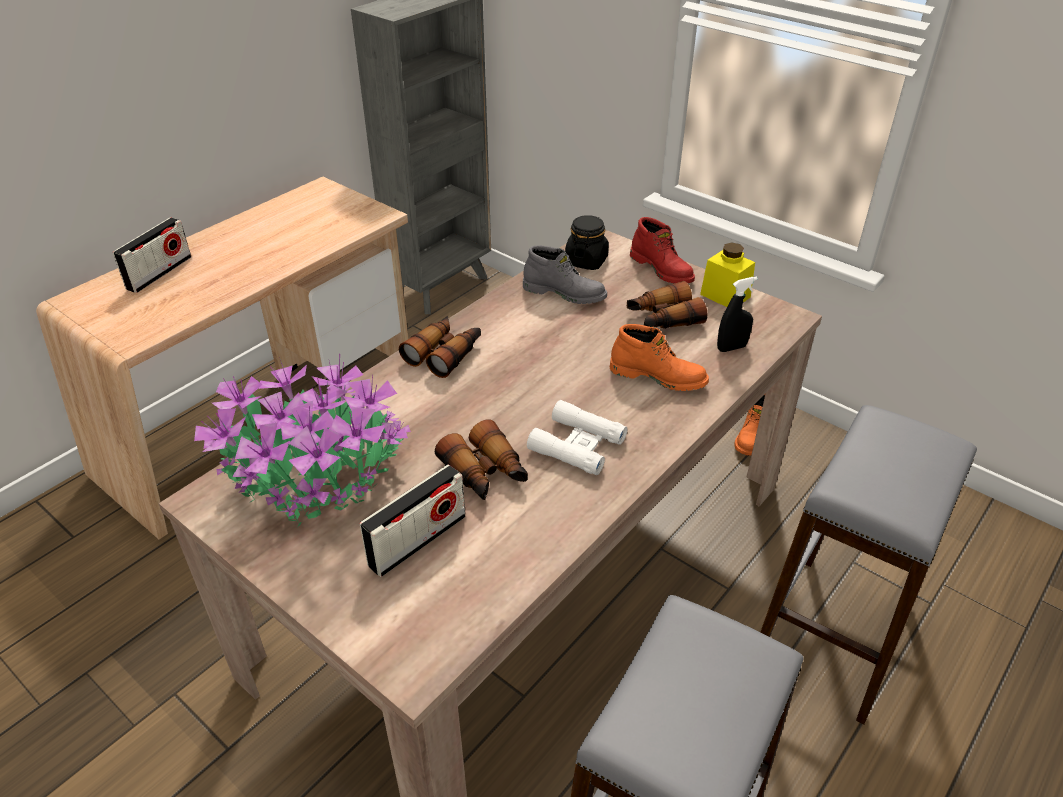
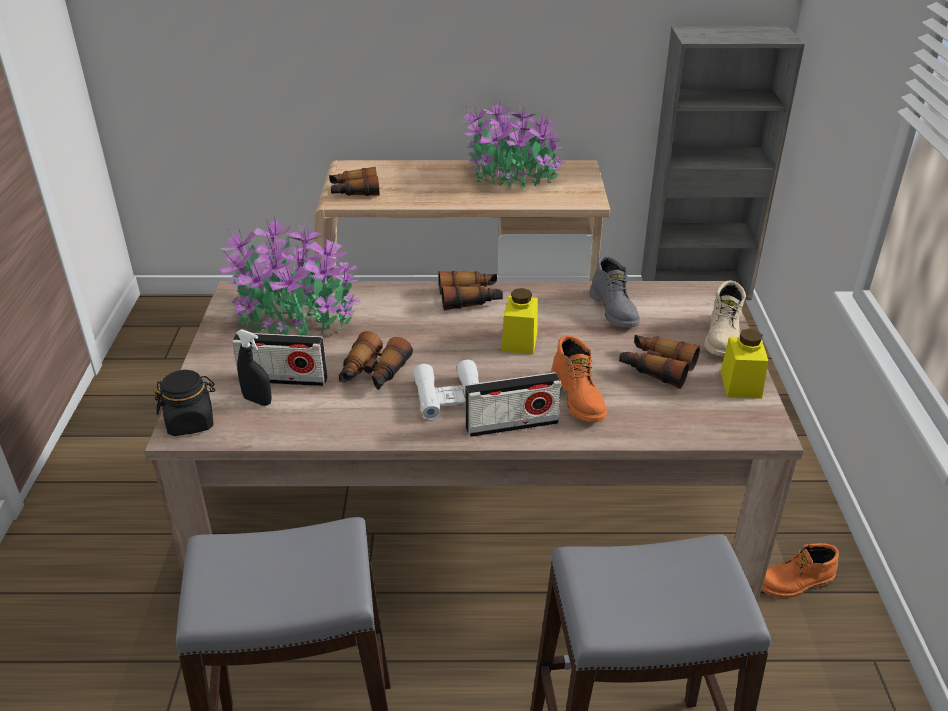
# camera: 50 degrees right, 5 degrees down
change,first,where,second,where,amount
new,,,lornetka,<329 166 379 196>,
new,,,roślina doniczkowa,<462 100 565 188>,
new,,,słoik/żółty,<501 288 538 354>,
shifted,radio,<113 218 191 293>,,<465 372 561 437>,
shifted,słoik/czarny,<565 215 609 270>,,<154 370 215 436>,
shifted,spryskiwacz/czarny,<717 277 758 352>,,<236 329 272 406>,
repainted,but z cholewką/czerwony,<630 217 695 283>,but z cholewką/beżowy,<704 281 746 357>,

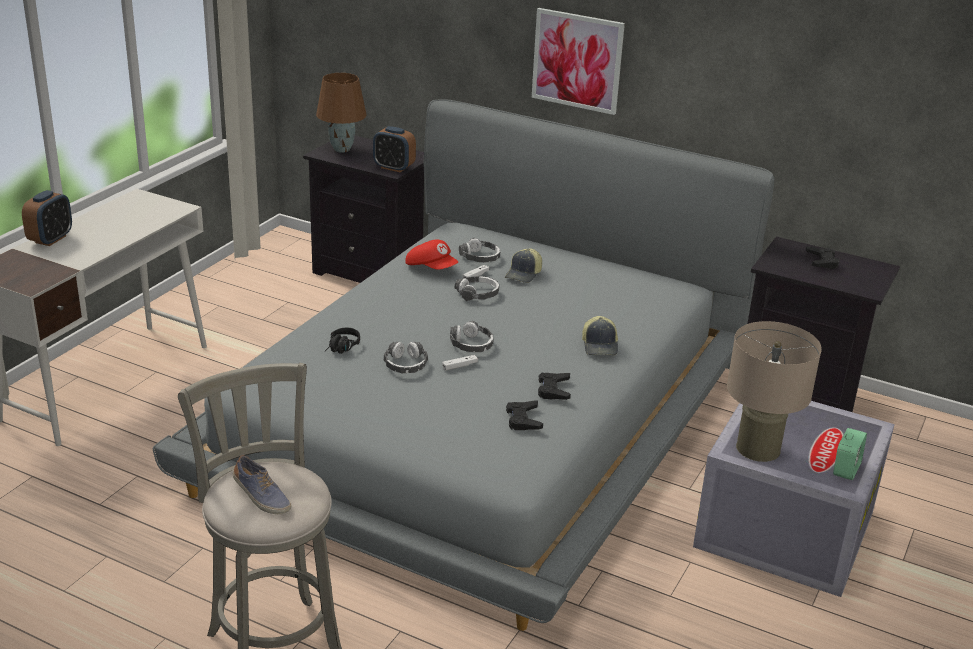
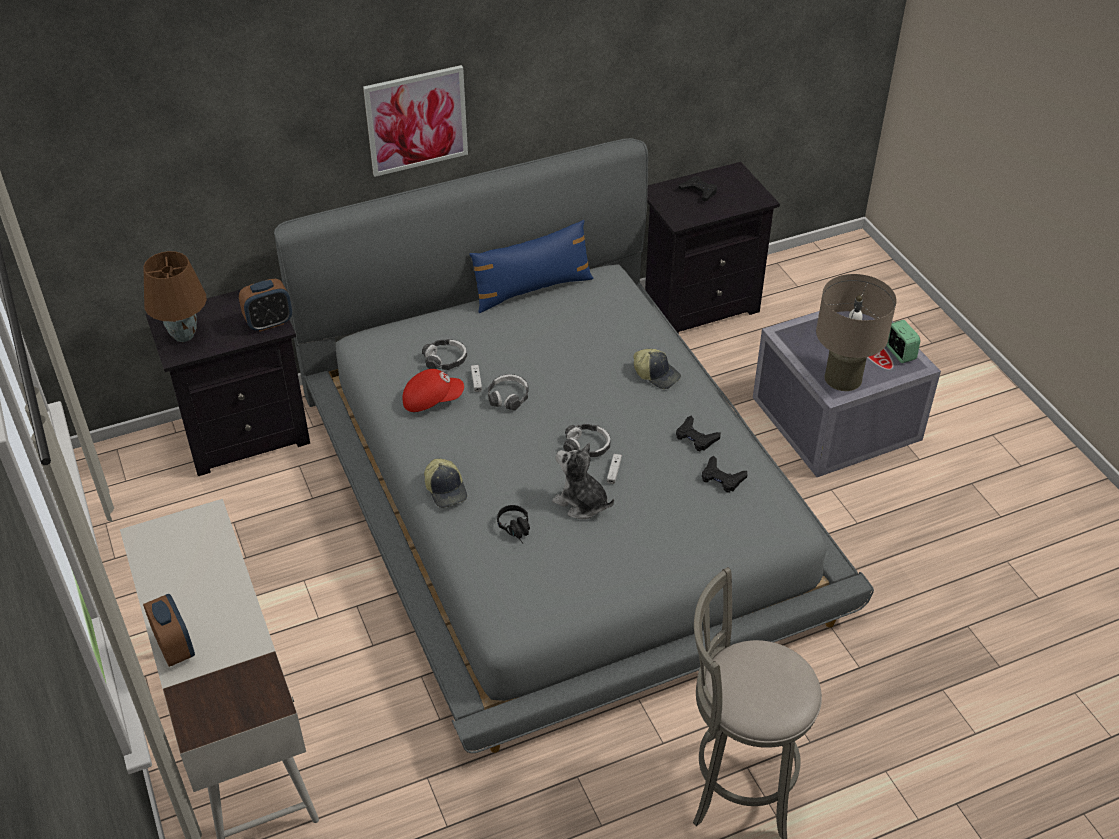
# camera: 50 degrees left, 15 degrees up
change,first,where,second,where,amount
gone,but,<233 455 292 514>,,,
new,,,poduszka/niebieski,<470 220 593 313>,
shifted,czapka z daszkiem,<505 249 542 283>,,<424 459 467 508>,
swapped,słuchawki,<384 342 428 373>,pluszak,<552 443 614 519>,

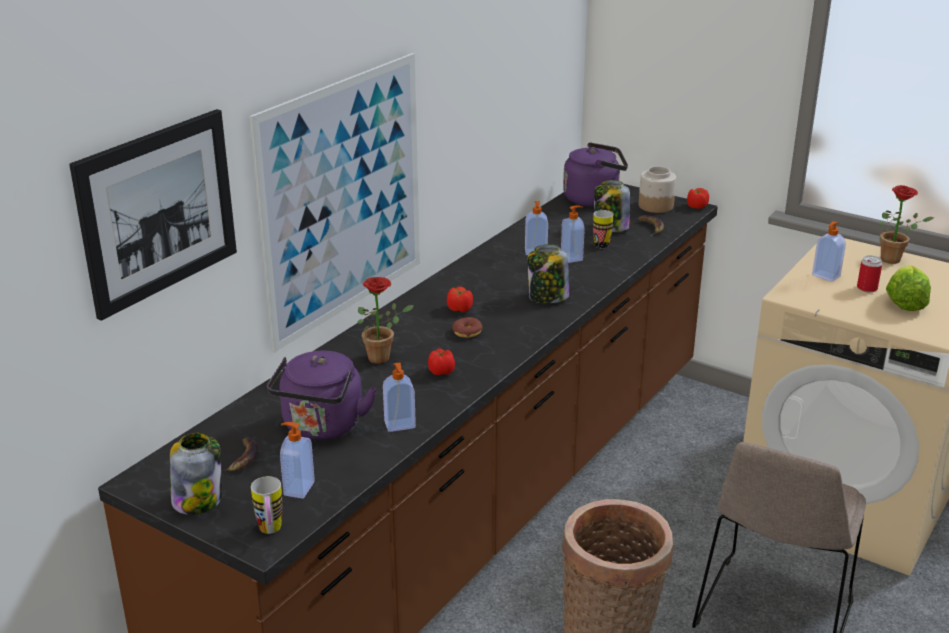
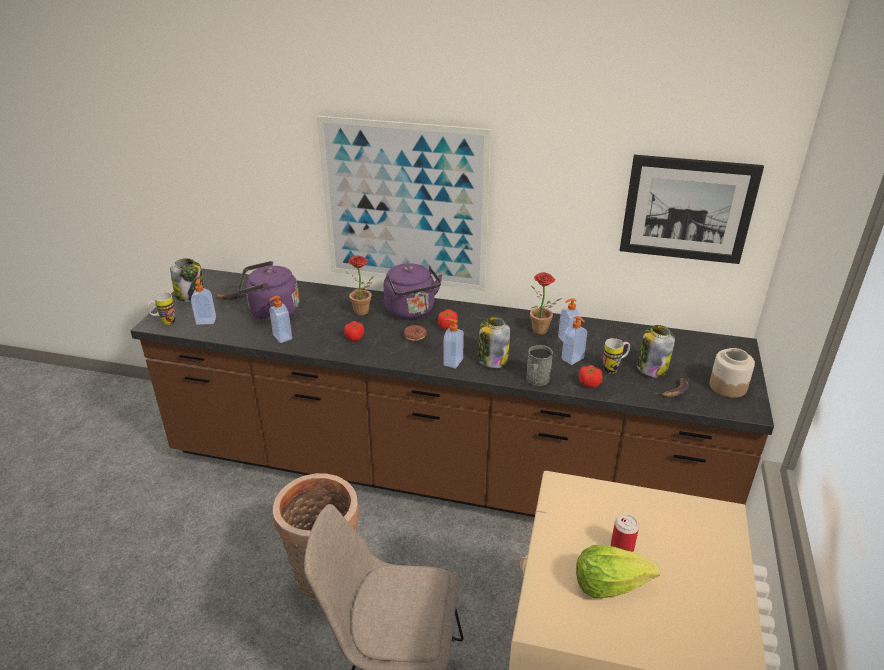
# camera: 70 degrees right, 5 degrees up
change,first,where,second,where,amount
new,,,kubek/szary,<526 345 553 386>,
shifted,obraz,<69 109 237 321>,,<620 155 764 264>,
shifted,czajnik/fioletowy,<563 142 628 206>,,<384 263 443 319>,
shifted,pomidor,<687 188 709 209>,,<579 365 603 388>,
shifted,dozownik mydła,<812 221 846 282>,,<443 319 464 369>,
shifted,roślina doniczkowa,<879 185 934 264>,,<530 272 562 335>,

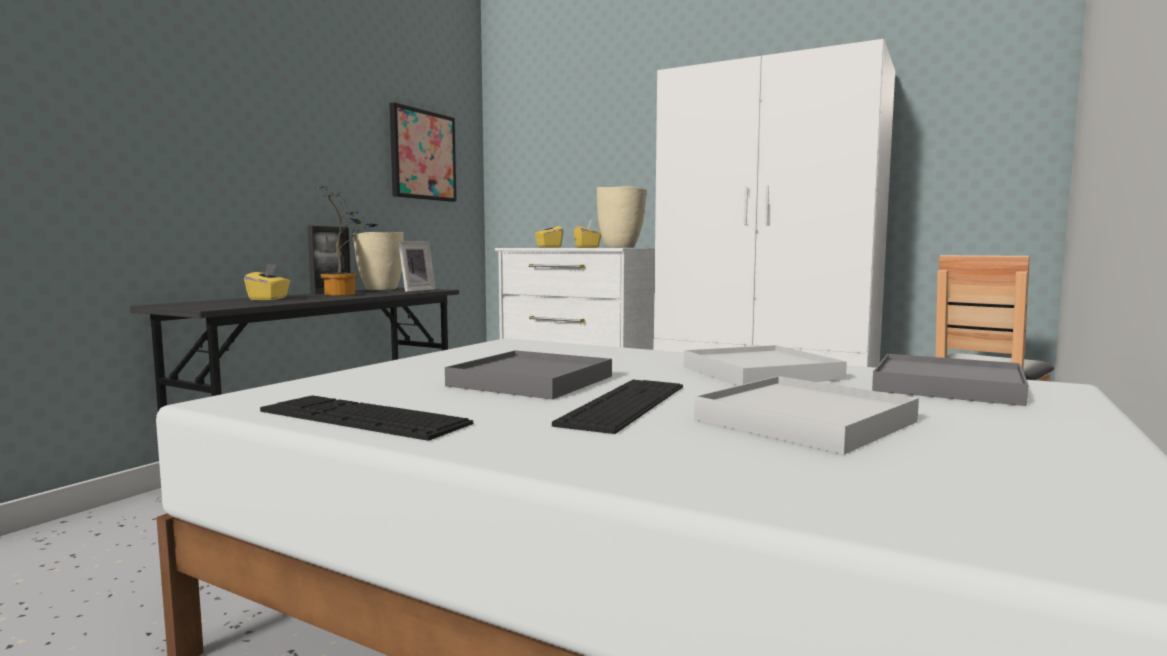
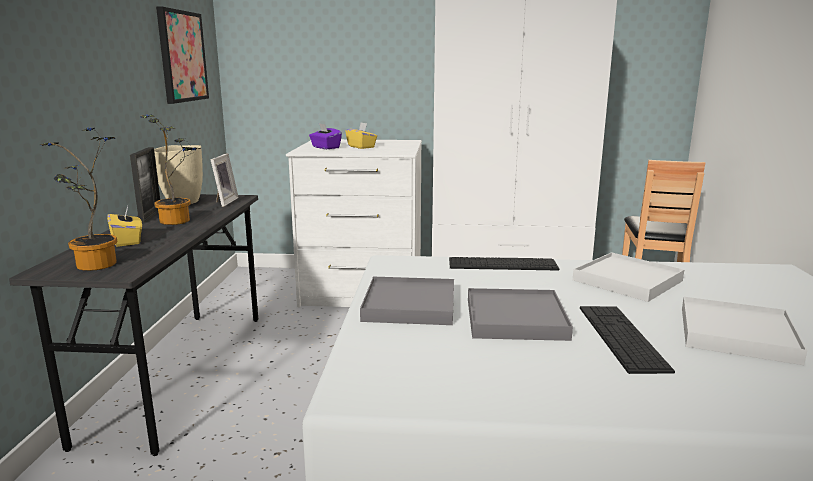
# camera: 25 degrees left, 10 degrees up
change,first,where,second,where,amount
gone,wazon/beżowy,<597 186 647 248>,,,
new,,,roślina doniczkowa,<40 128 118 271>,
shifted,klawiatura,<260 395 473 441>,,<449 257 559 271>,
shifted,taca/szary,<872 354 1028 406>,,<360 277 454 325>,
repainted,pudełko chusteczek/żółty,<535 220 563 248>,pudełko chusteczek/fioletowy,<309 123 342 149>,

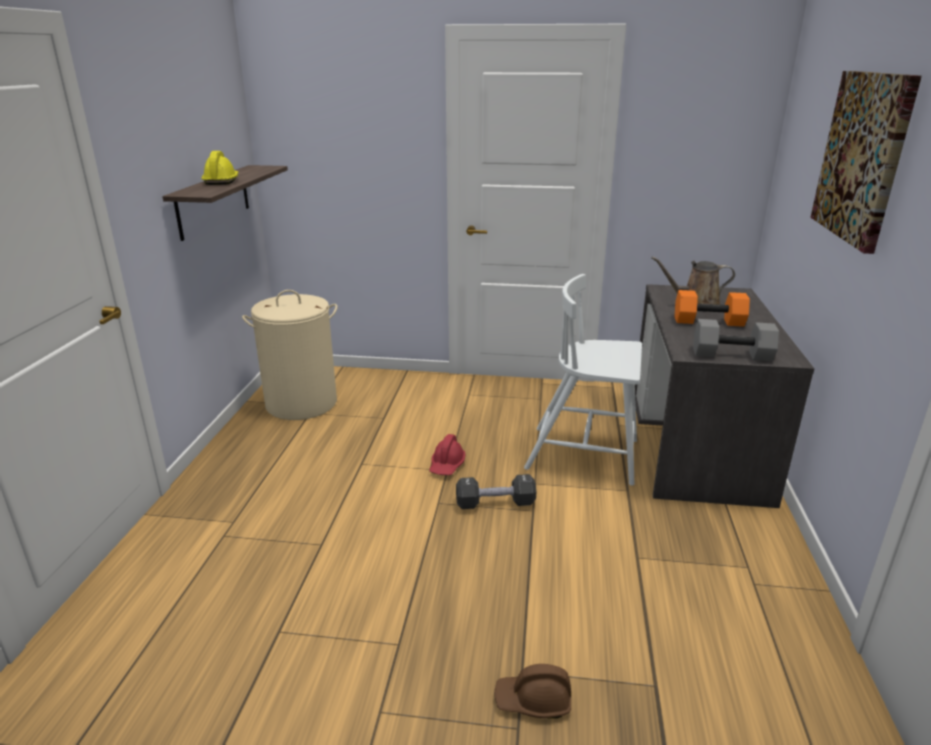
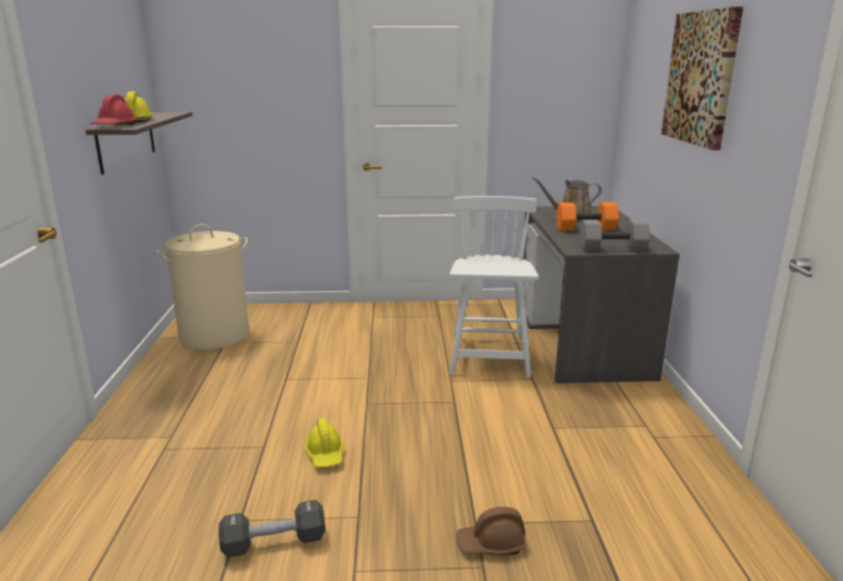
# camera: 10 degrees left, 5 degrees down
change,first,where,second,where,amount
new,,,kask/żółty,<305 418 344 467>,
shifted,kask/czerwony,<429 434 465 475>,,<90 94 138 125>,
shifted,hantel/czarny,<456 474 536 509>,,<219 500 326 558>,
rotated,krzesło/biały,<524 274 642 486>,,<449 196 539 378>,90 degrees clockwise

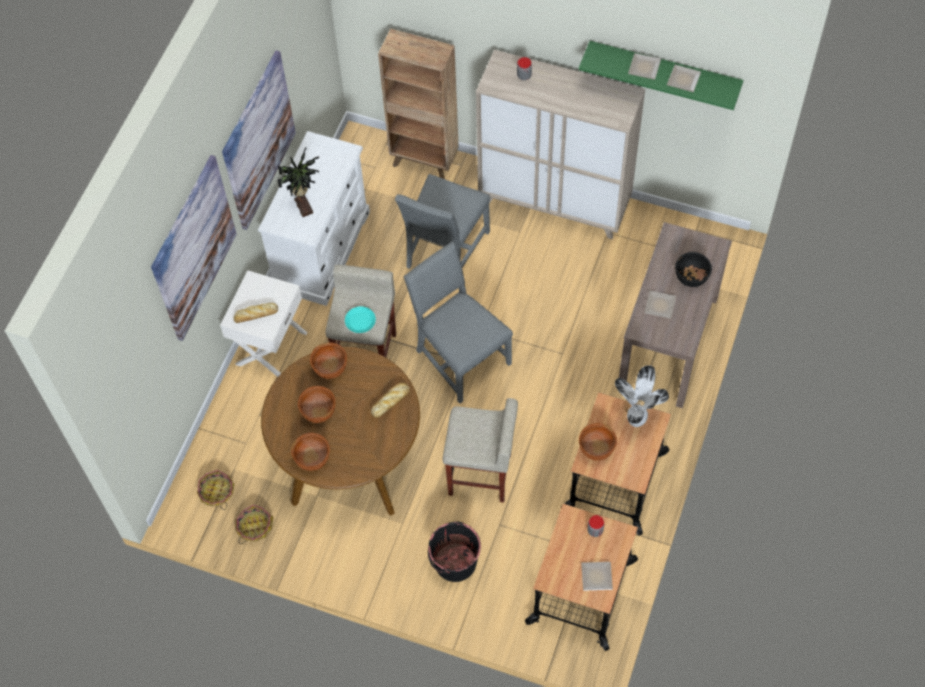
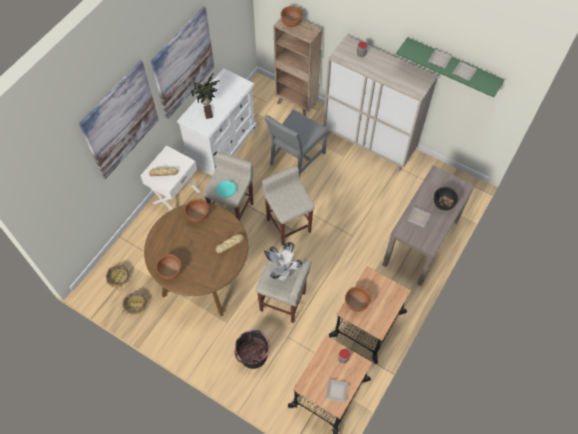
# camera: 10 degrees right, 0 degrees up
change,first,where,second,where,amount
shifted,miska/brązowy,<298 386 335 423>,,<281 6 303 27>,
shifted,roślina doniczkowa,<615 365 669 427>,,<264 242 303 281>,
swapped,krzesło/szary,<403 242 513 403>,stołek/beżowy,<262 166 315 246>,

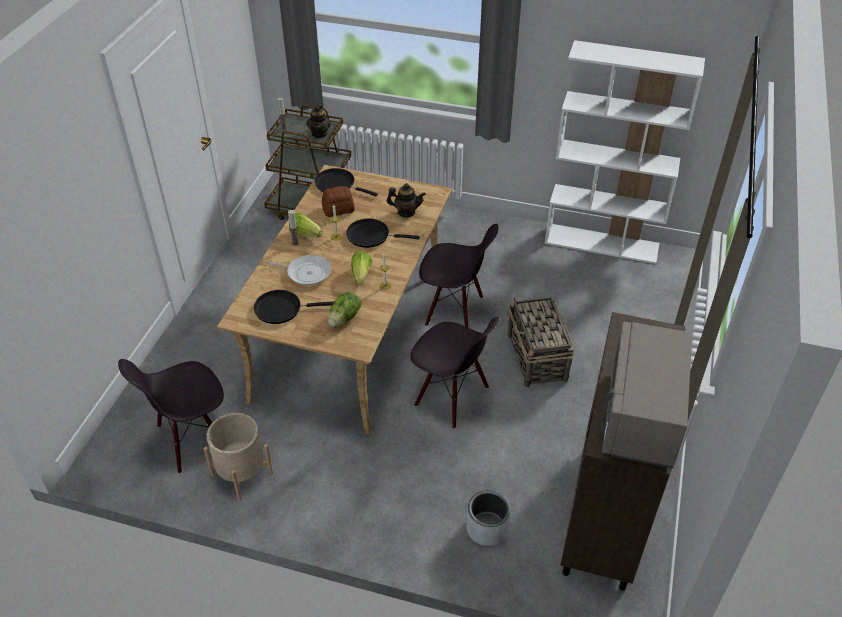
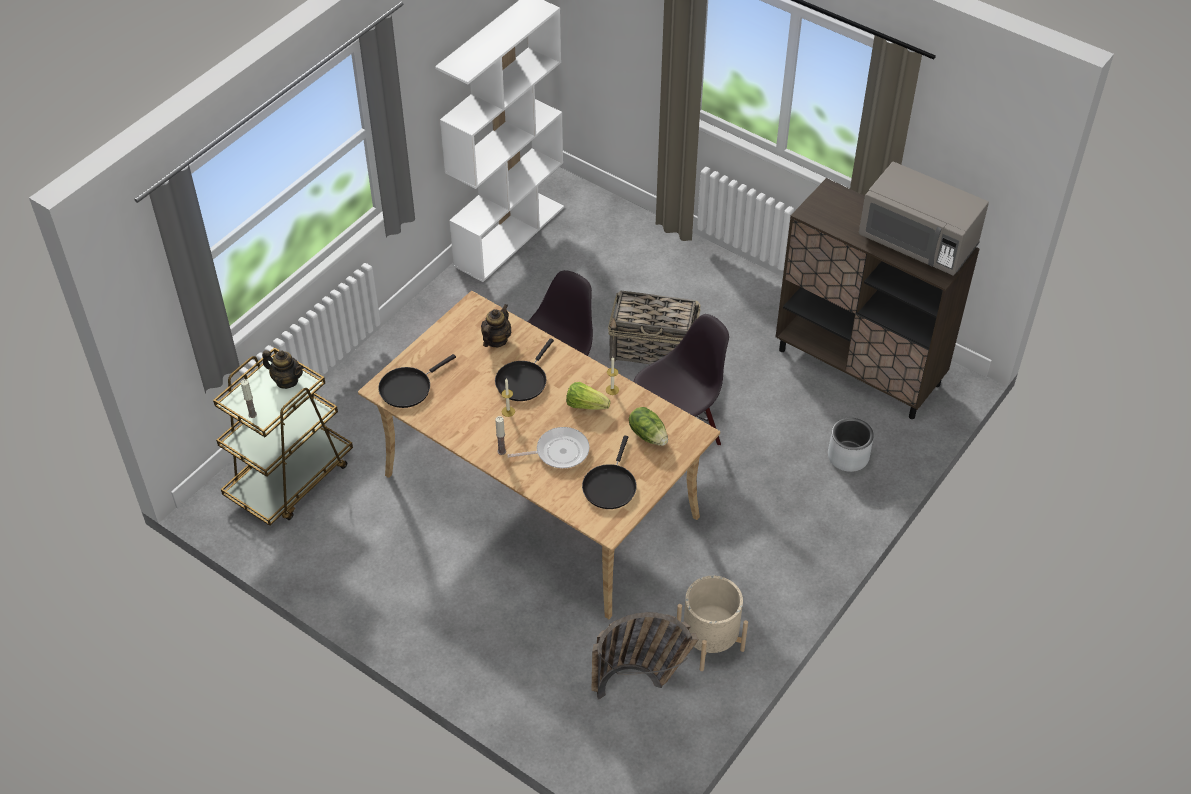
# camera: 70 degrees left, 5 degrees up
change,first,where,second,where,amount
gone,sałata,<289 213 323 237>,,,
gone,chleb,<322 186 355 217>,,,
swapped,krzesło/czarny,<118 359 224 474>,koszyk,<591 612 699 700>,
rotated,patelnia,<265 255 331 285>,,<508 427 590 468>,45 degrees clockwise

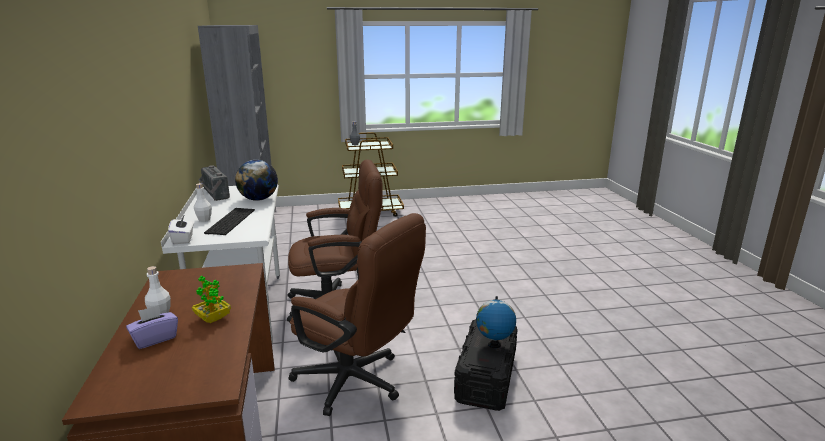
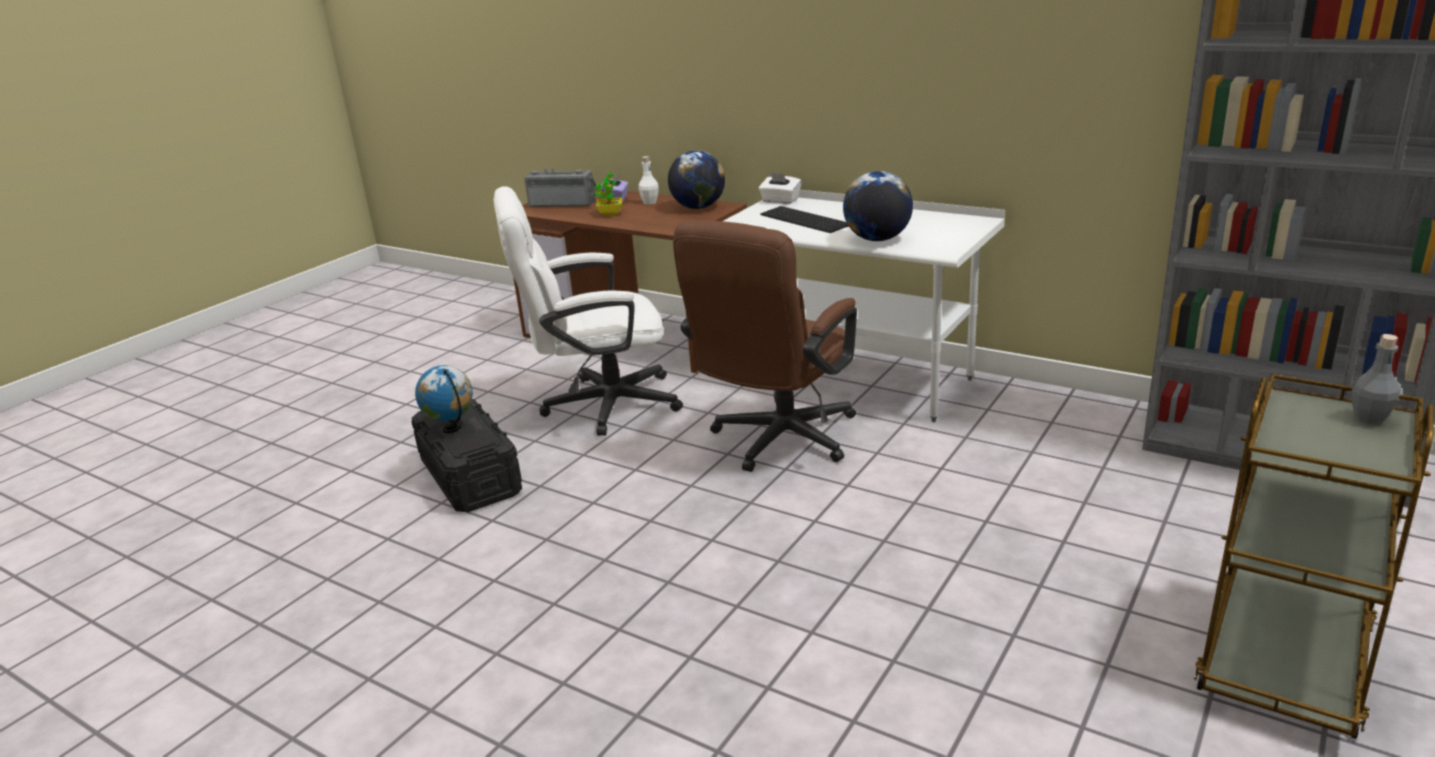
# camera: 135 degrees right, 5 degrees up
change,first,where,second,where,amount
gone,butelka/biały,<194 183 212 222>,,,
new,,,globus,<668 151 725 209>,
shifted,radio,<199 165 230 201>,,<524 168 596 207>,
repainted,krzesło biurowe/brązowy,<288 213 426 416>,krzesło biurowe/biały,<494 186 683 436>,

